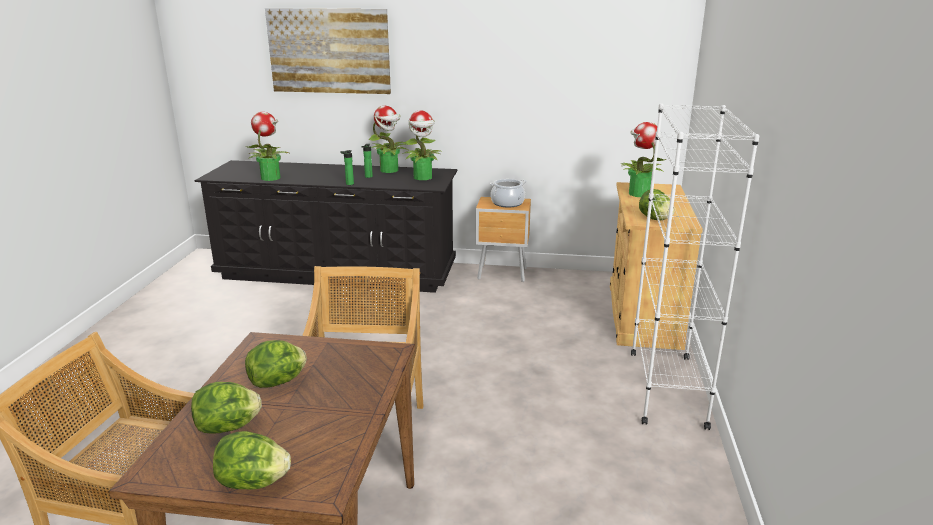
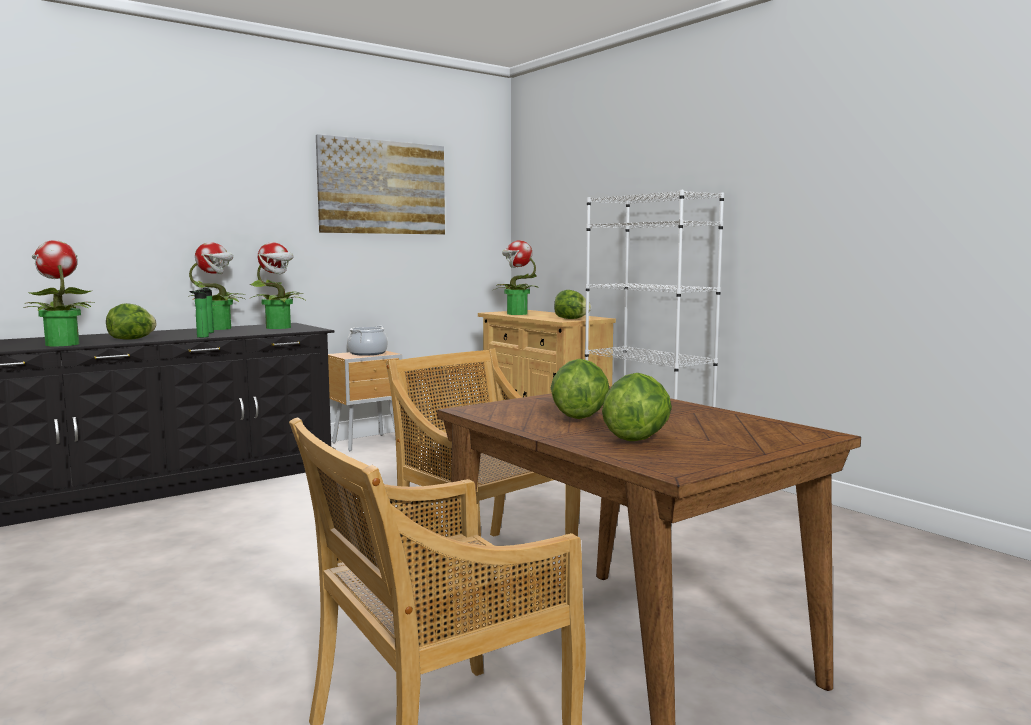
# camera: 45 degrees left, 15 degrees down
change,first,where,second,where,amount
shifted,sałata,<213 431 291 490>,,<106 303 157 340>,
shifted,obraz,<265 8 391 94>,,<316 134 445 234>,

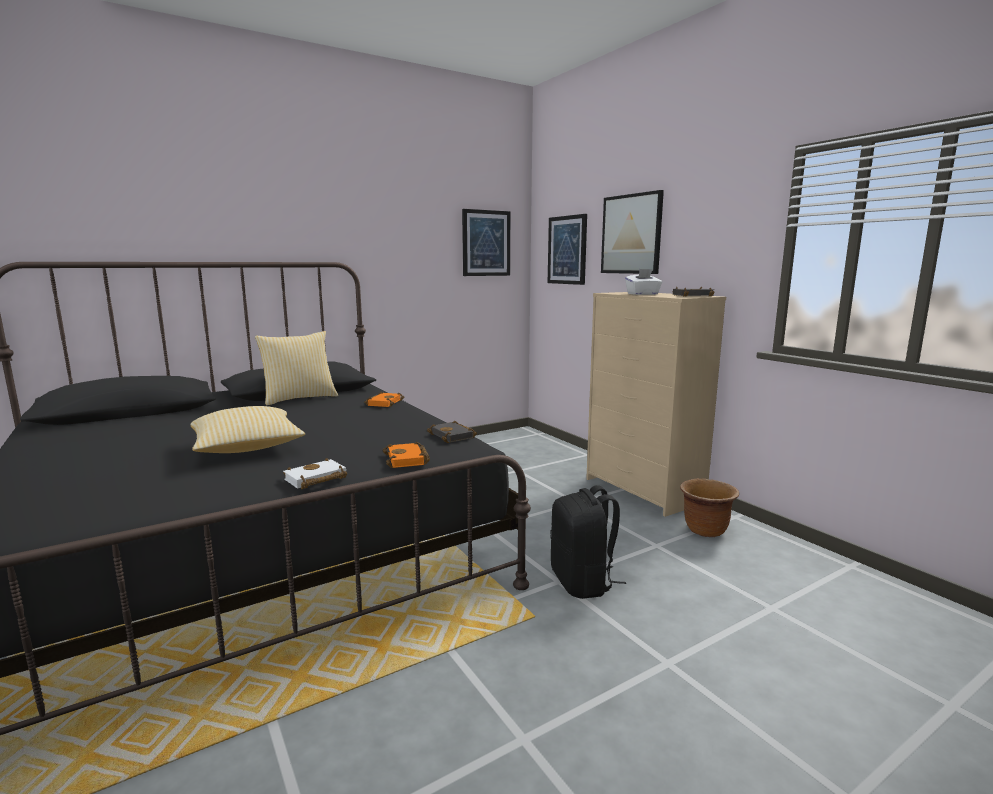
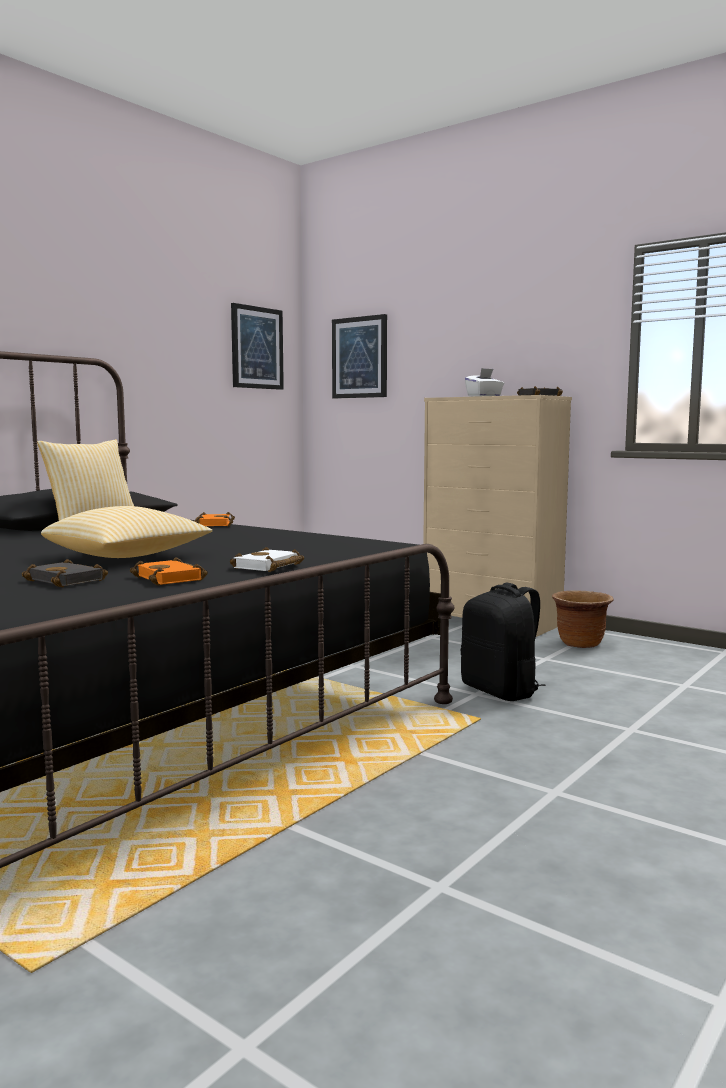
# camera: 20 degrees left, 5 degrees down
change,first,where,second,where,amount
gone,obraz,<601 190 664 274>,,,
shifted,książka/pomarańczowy,<383 442 430 468>,,<130 557 208 586>,
shifted,książka/czarny,<427 421 477 443>,,<22 559 108 587>,

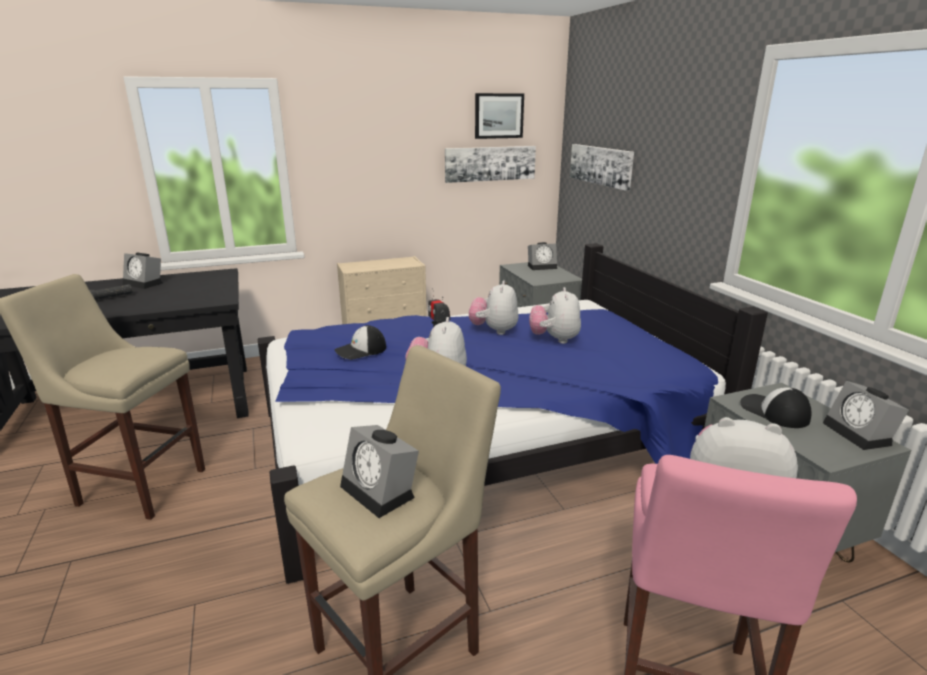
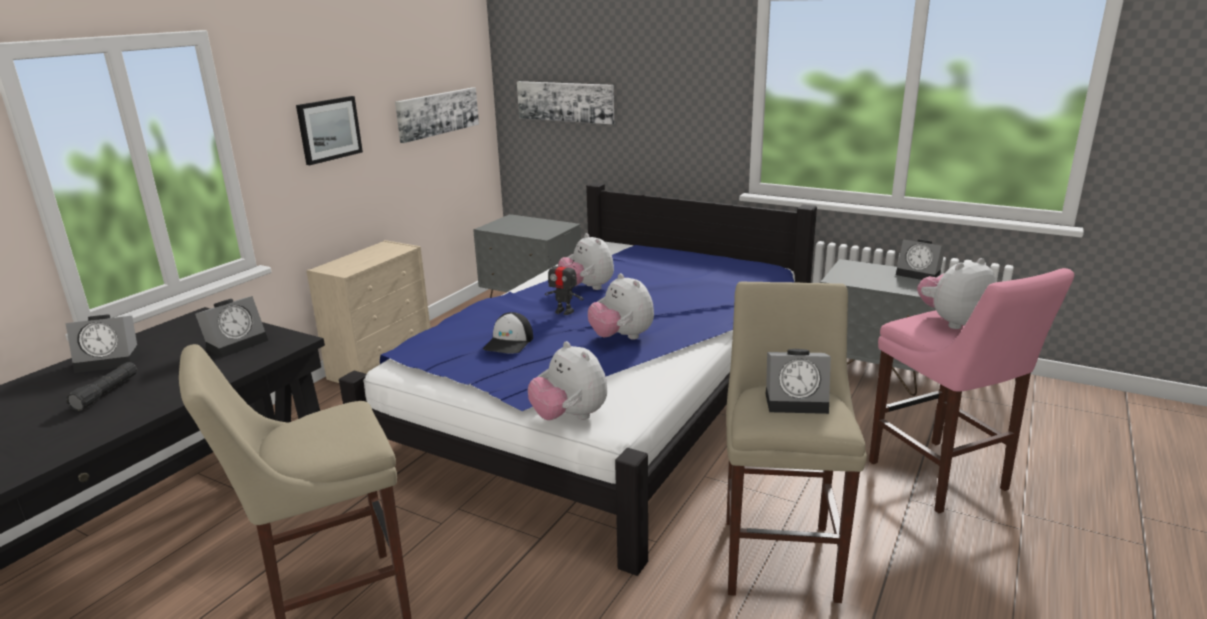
# camera: 40 degrees left, 0 degrees up
change,first,where,second,where,amount
gone,czapka z daszkiem,<740 387 812 428>,,,
shifted,obraz,<475 93 524 139>,,<296 96 363 165>,
shifted,budzik,<528 242 557 270>,,<195 296 268 358>,
shifted,pluszak,<529 287 581 344>,,<528 341 607 420>,

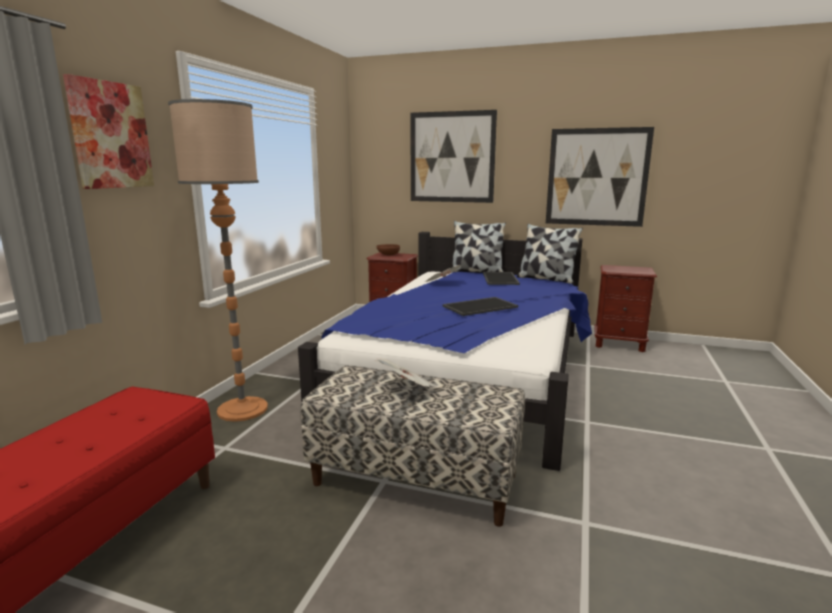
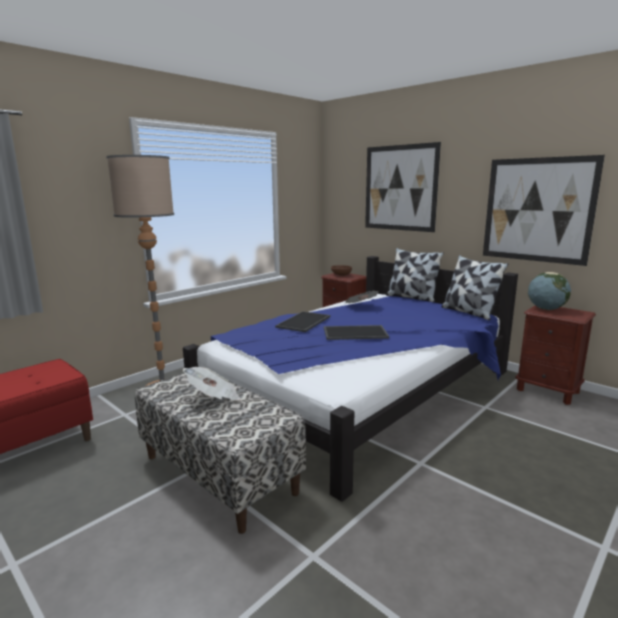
# camera: 25 degrees right, 0 degrees up
change,first,where,second,where,amount
gone,obraz,<63 74 154 189>,,,
new,,,globus,<528 272 571 310>,
shifted,taca,<483 272 520 285>,,<275 311 331 332>,

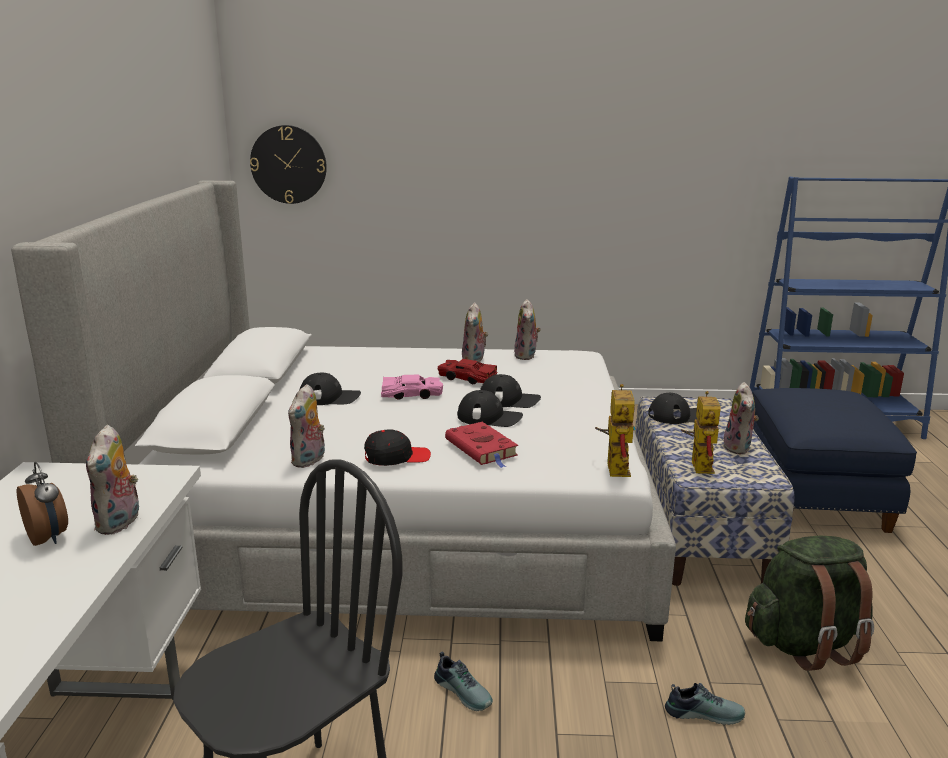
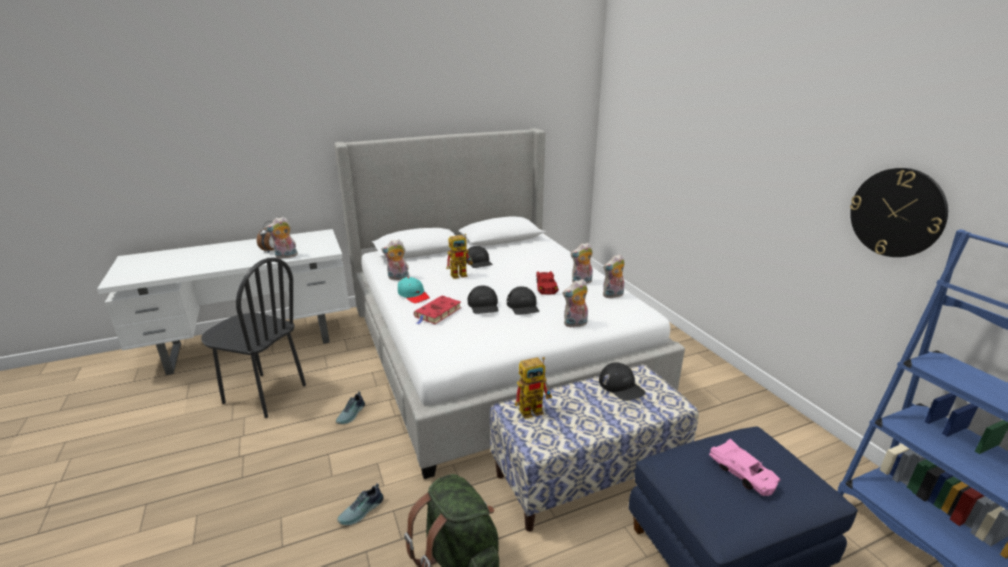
# camera: 65 degrees right, 5 degrees up
change,first,where,second,where,amount
shifted,zegar ścienny,<250 125 327 204>,,<850 168 948 257>,
shifted,samochodzik/różowy,<381 375 443 399>,,<709 439 781 496>,
shifted,robot zabawkowy,<595 384 636 477>,,<446 234 473 279>,
shifted,pluszak,<721 382 759 454>,,<562 279 588 328>,
repainted,czapka z daszkiem/czarny,<364 429 431 466>,czapka z daszkiem/turkusowy,<398 277 430 303>,
rotated,but,<665 683 745 725>,,<337 483 383 526>,60 degrees clockwise

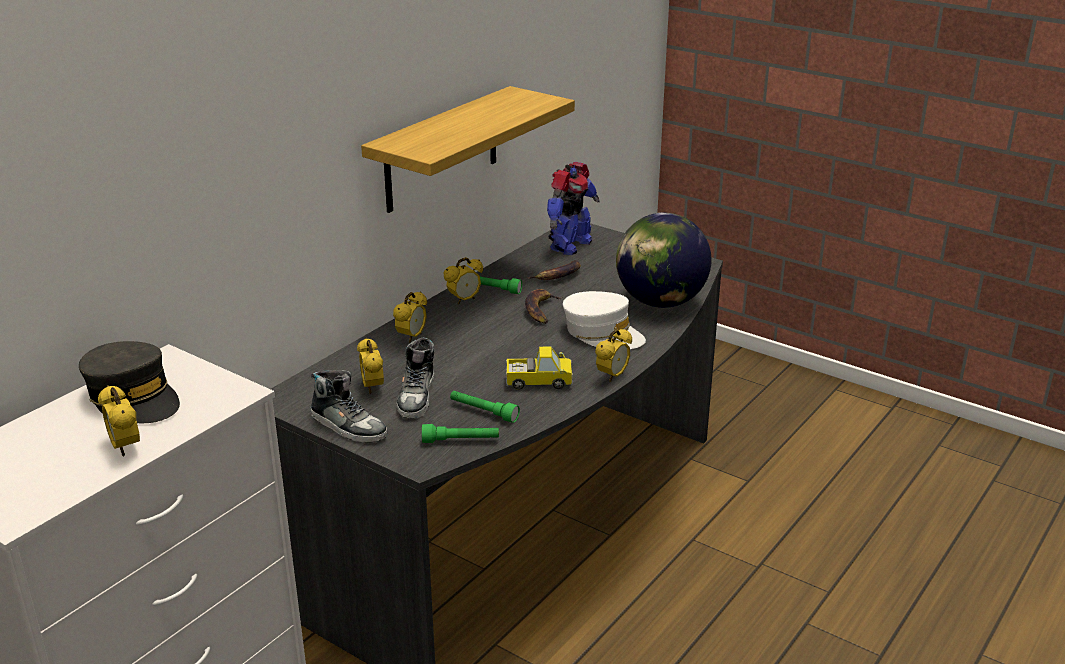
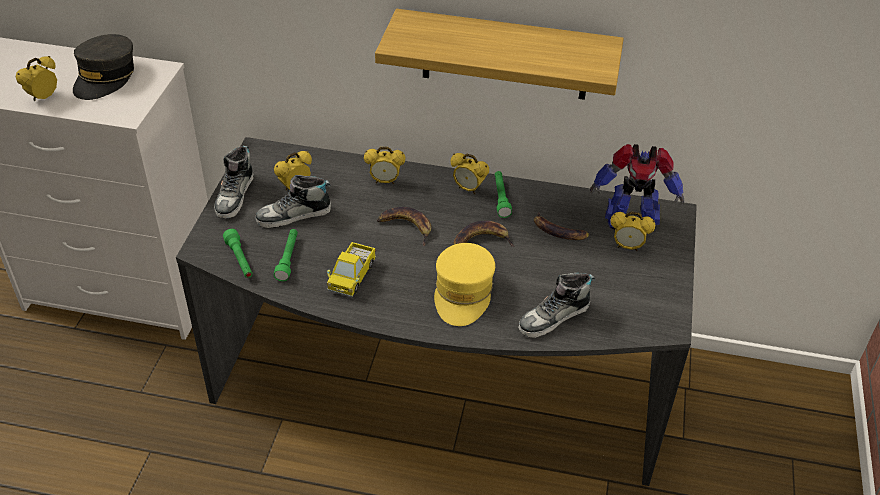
# camera: 65 degrees right, 15 degrees up
change,first,where,second,where,amount
new,,,banan,<377 207 432 246>,
shifted,budzik,<595 329 632 382>,,<610 212 655 251>,
swapped,globus,<616 213 712 308>,but,<518 273 595 338>,
repainted,czapka z daszkiem/biały,<563 291 646 349>,czapka z daszkiem/żółty,<434 243 495 326>,
rotated,ciężarówka zabawkowa,<506 347 573 390>,,<327 242 376 298>,45 degrees clockwise

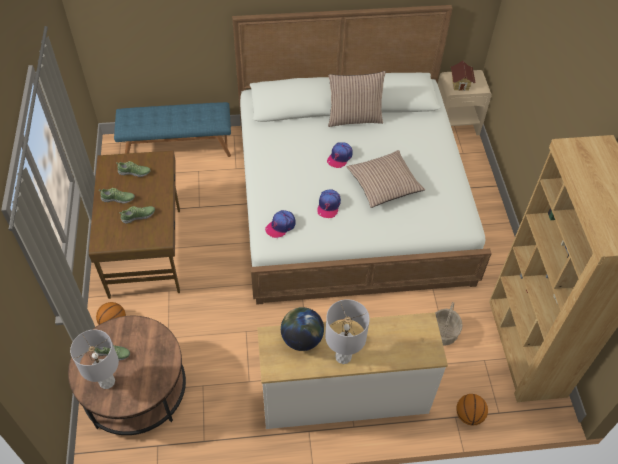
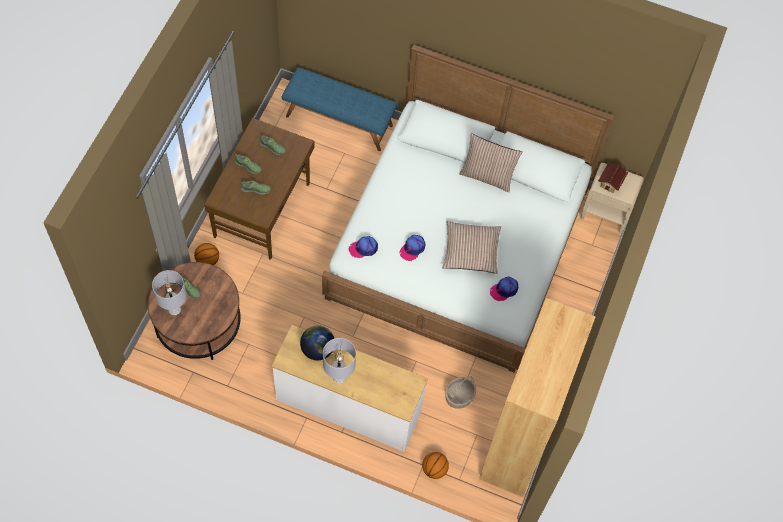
# camera: 25 degrees right, 10 degrees up
change,first,where,second,where,amount
shifted,czapka z daszkiem,<327 142 353 168>,,<490 277 518 301>,

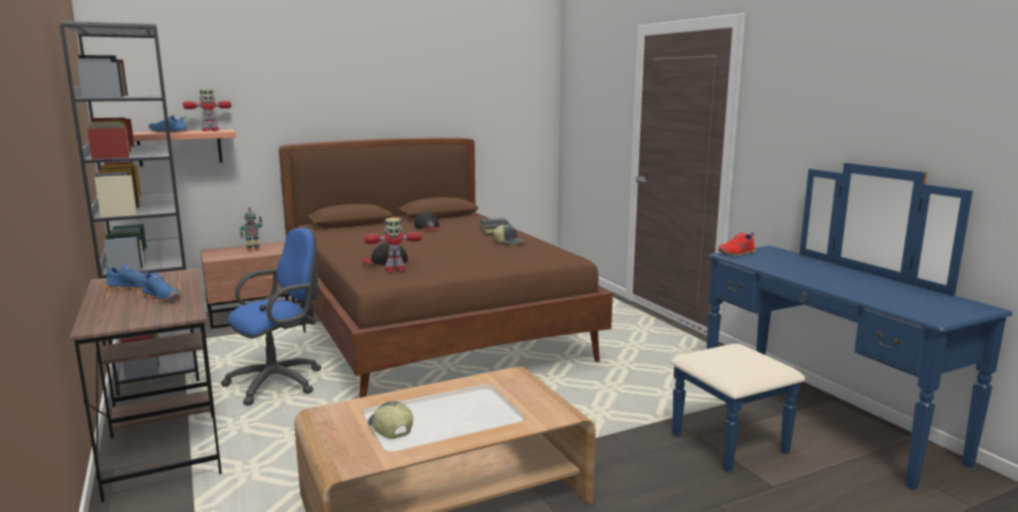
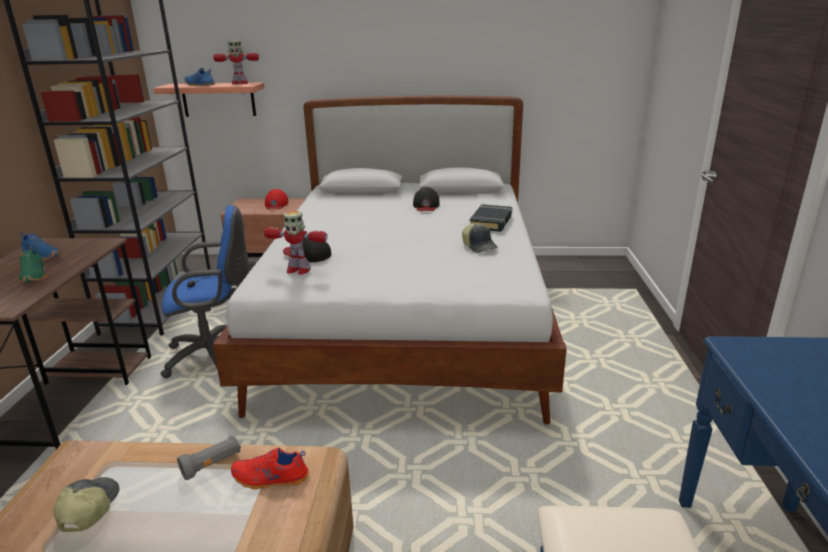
# camera: 30 degrees right, 10 degrees up
change,first,where,second,where,amount
new,,,latarka/szary,<177 435 241 480>,
shifted,but/czerwony,<718 232 755 256>,,<231 448 309 490>,
swapped,robot zabawkowy,<240 208 262 251>,czapka z daszkiem/czerwony,<265 189 288 209>,
repainted,but/niebieski,<141 271 180 302>,but/zielony,<19 246 46 284>,
repainted,łóżko/brązowy,<279 138 613 398>,łóżko/biały,<213 96 567 425>,

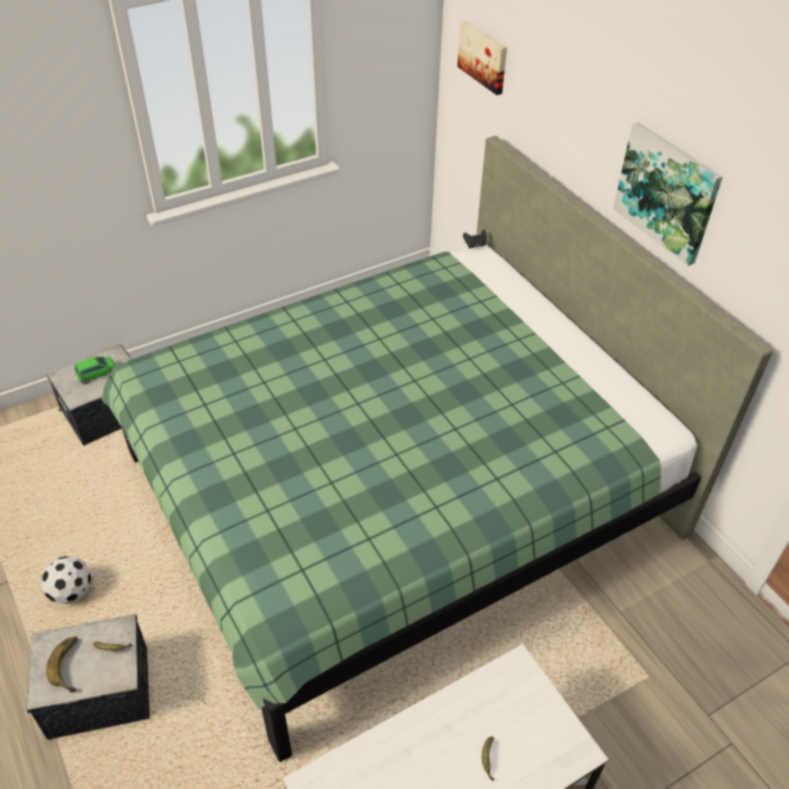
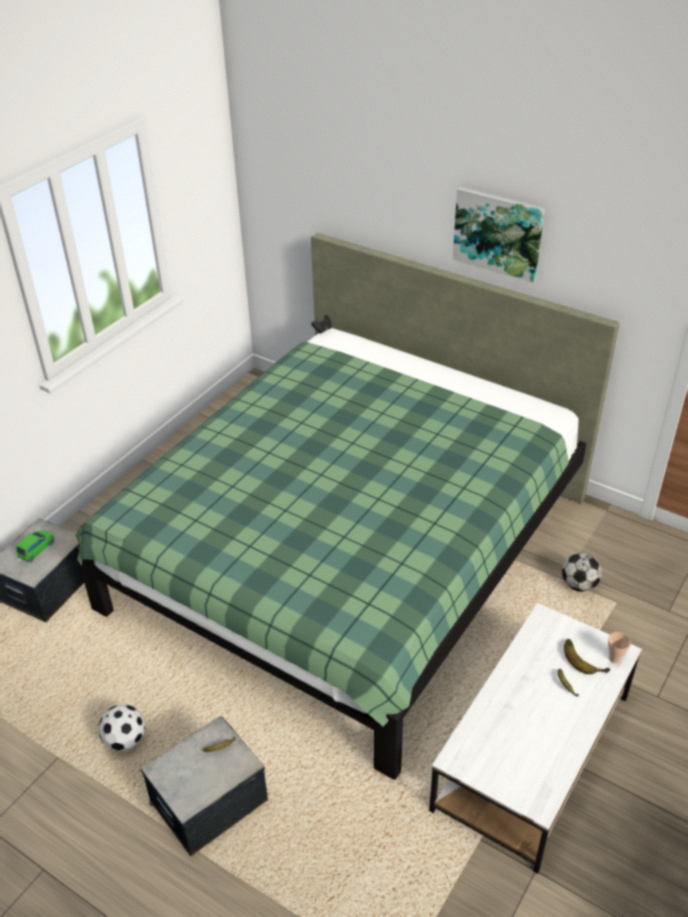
# camera: 25 degrees left, 5 degrees down
change,first,where,second,where,amount
gone,obraz,<457 20 507 95>,,,
new,,,piłka futbolowa,<562 552 602 592>,
new,,,filiżanka,<608 632 631 663>,
shifted,banan,<46 637 78 693>,,<564 639 610 674>,

